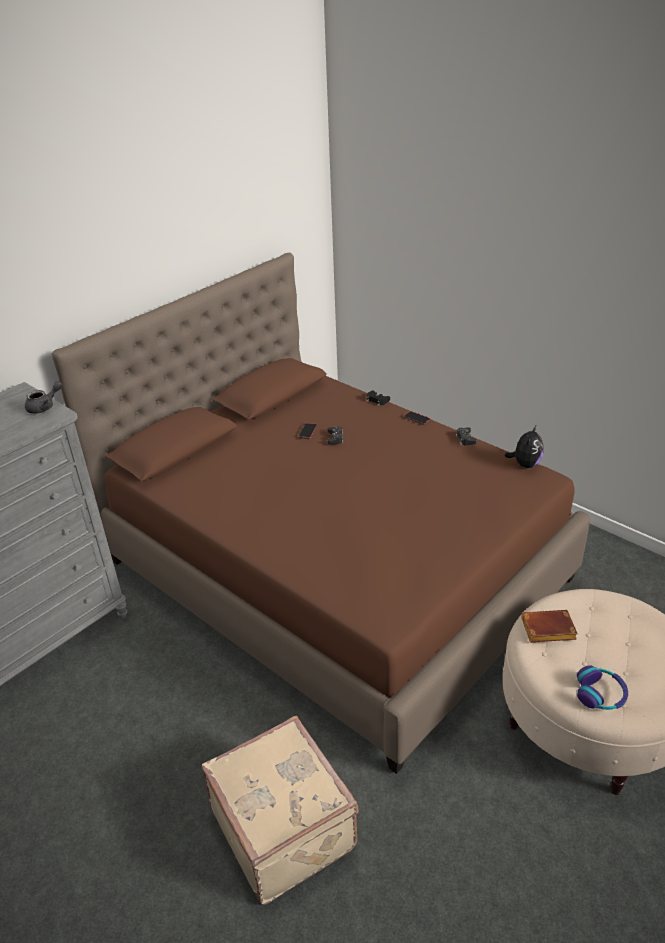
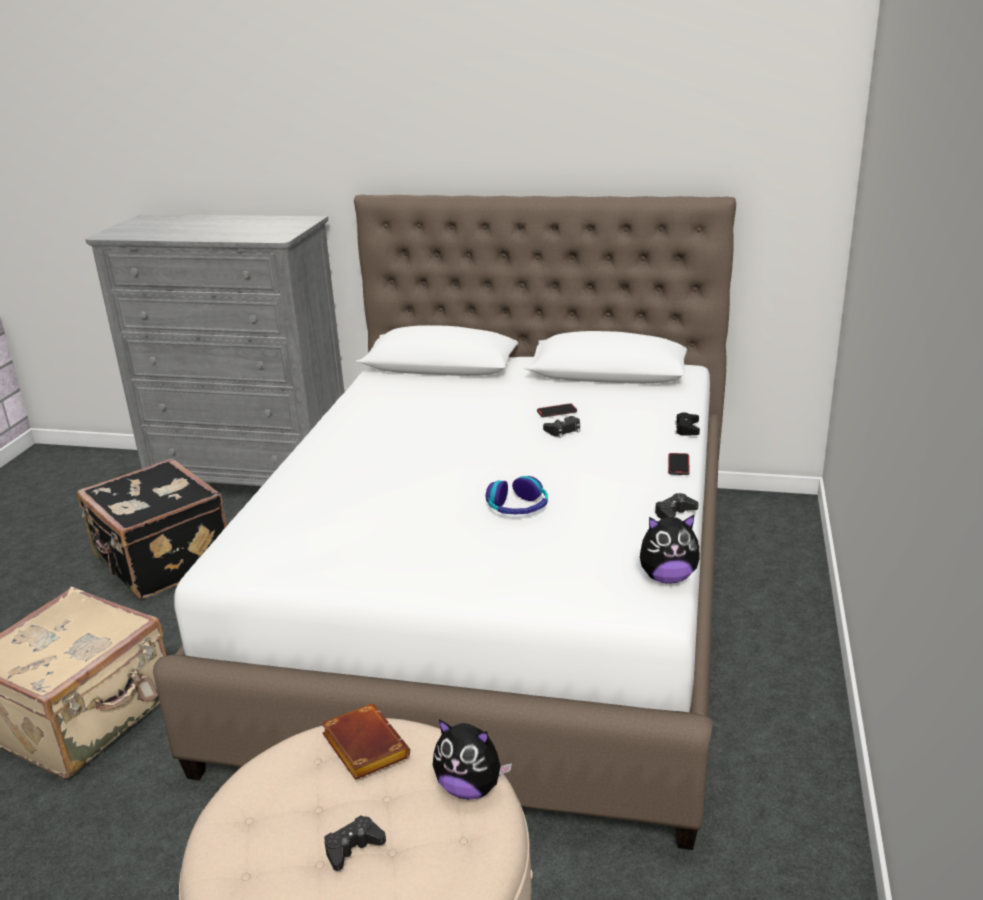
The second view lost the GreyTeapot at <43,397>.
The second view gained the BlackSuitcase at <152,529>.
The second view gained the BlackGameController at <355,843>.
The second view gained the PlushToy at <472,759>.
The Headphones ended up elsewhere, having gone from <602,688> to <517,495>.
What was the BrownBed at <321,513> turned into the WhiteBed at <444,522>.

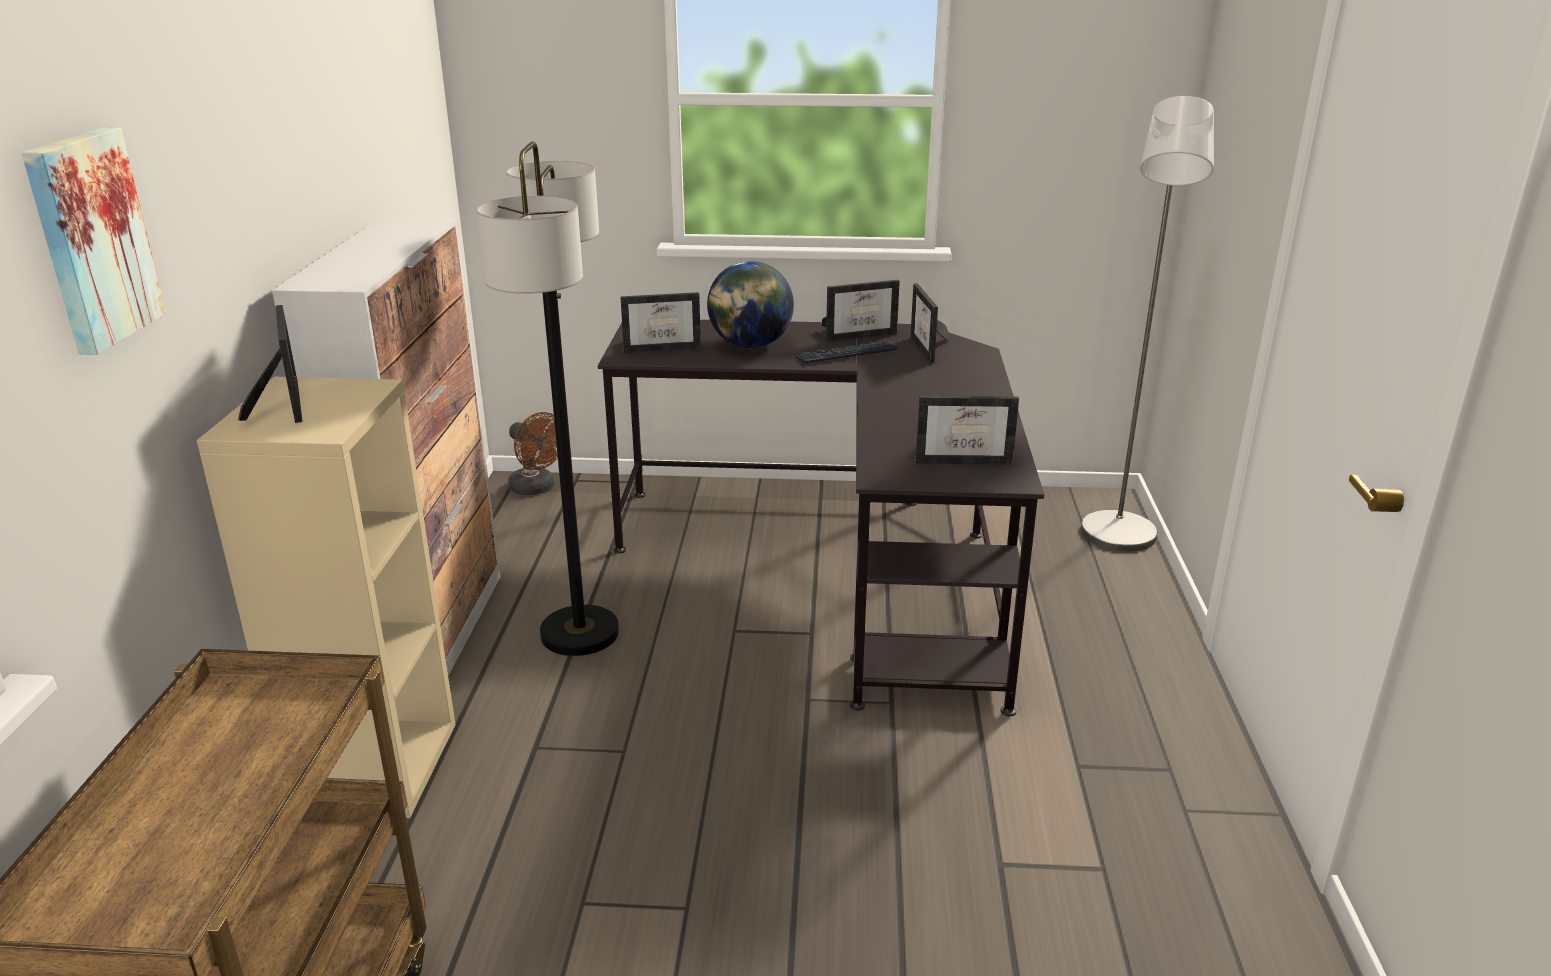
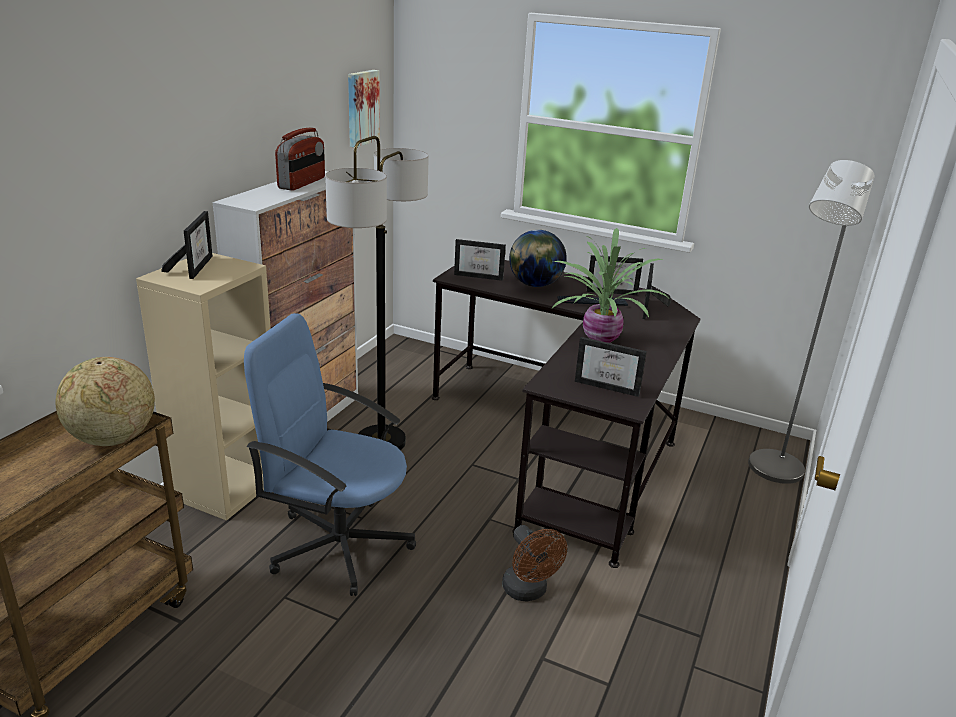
The second view gained the Globe at <105,401>.
The second view gained the BlueOfficeChair at <330,454>.
The second view gained the Radio at <300,159>.
The second view gained the PottedPlant at <609,285>.
The Picture ended up elsewhere, having gone from <93,241> to <364,108>.
The BrownFan ended up elsewhere, having gone from <533,453> to <534,563>.

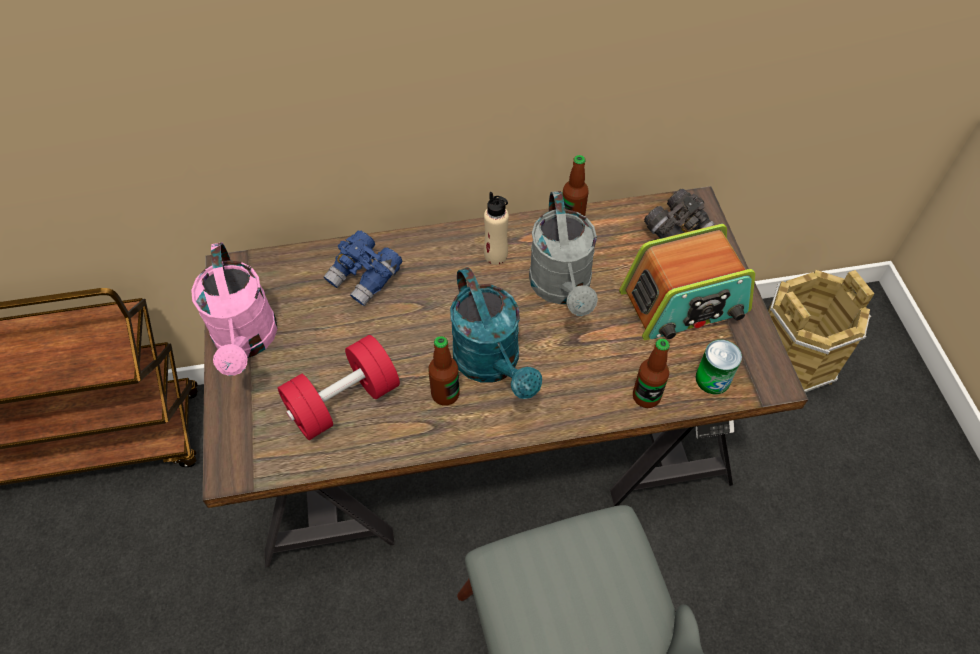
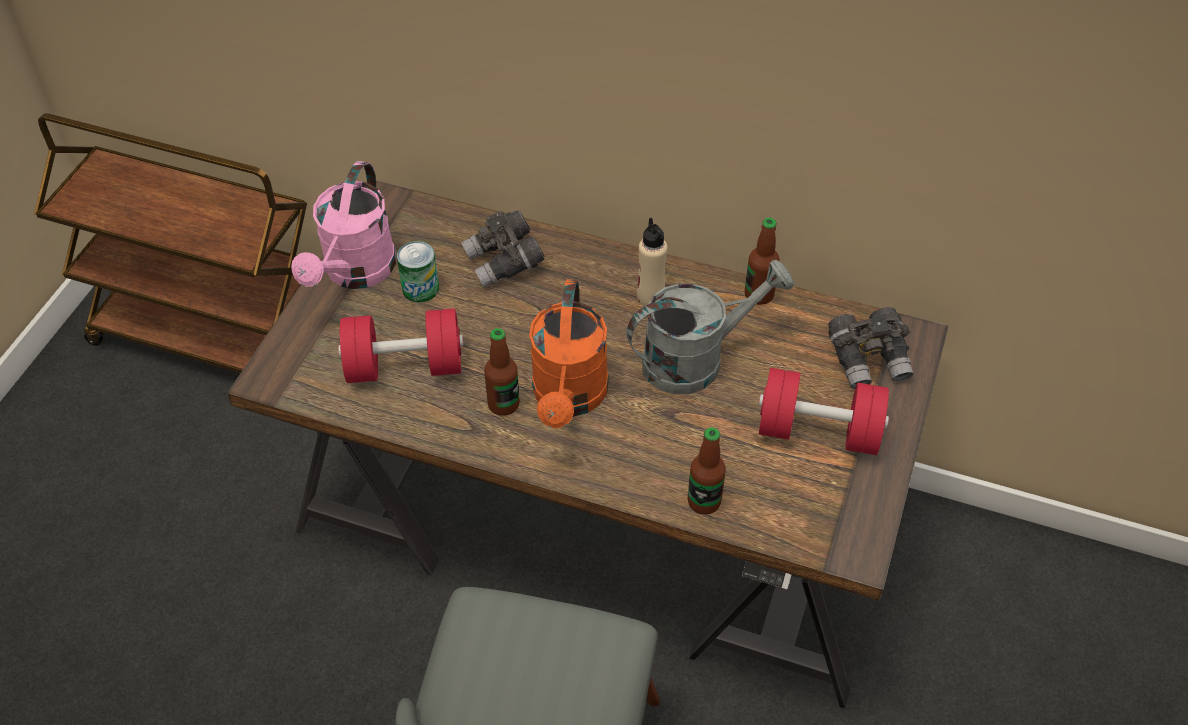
The second view lost the BrownBucket at <821,331>.
The Can ended up elsewhere, having gone from <719,367> to <418,271>.
Where the Radio stood at <687,282>, the RedDumbbell came to stand at <823,411>.
What was the BlueBinoculars at <363,268> turned into the GreyBinoculars at <503,249>.
What was the TurquoiseWateringCan at <496,333> turned into the OrangeWateringCan at <569,353>.
The GreyWateringCan at <563,253> ended up facing another way, 135 degrees counterclockwise from before.

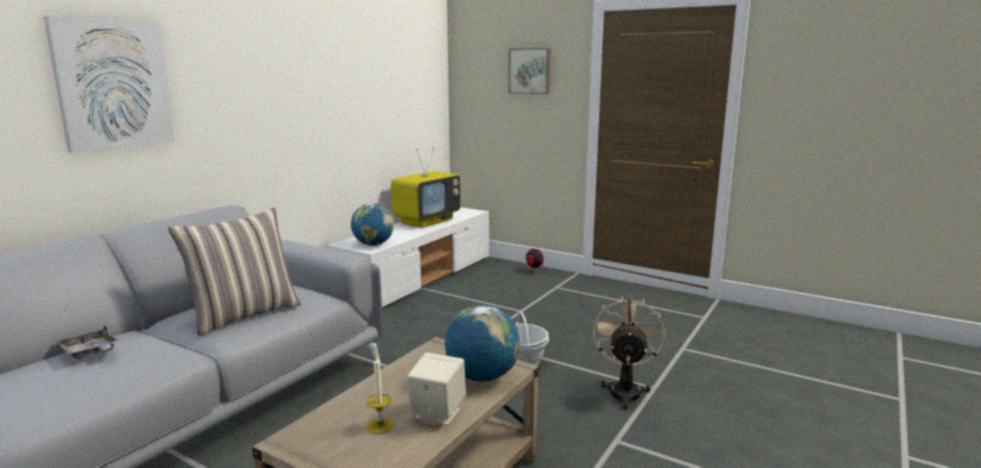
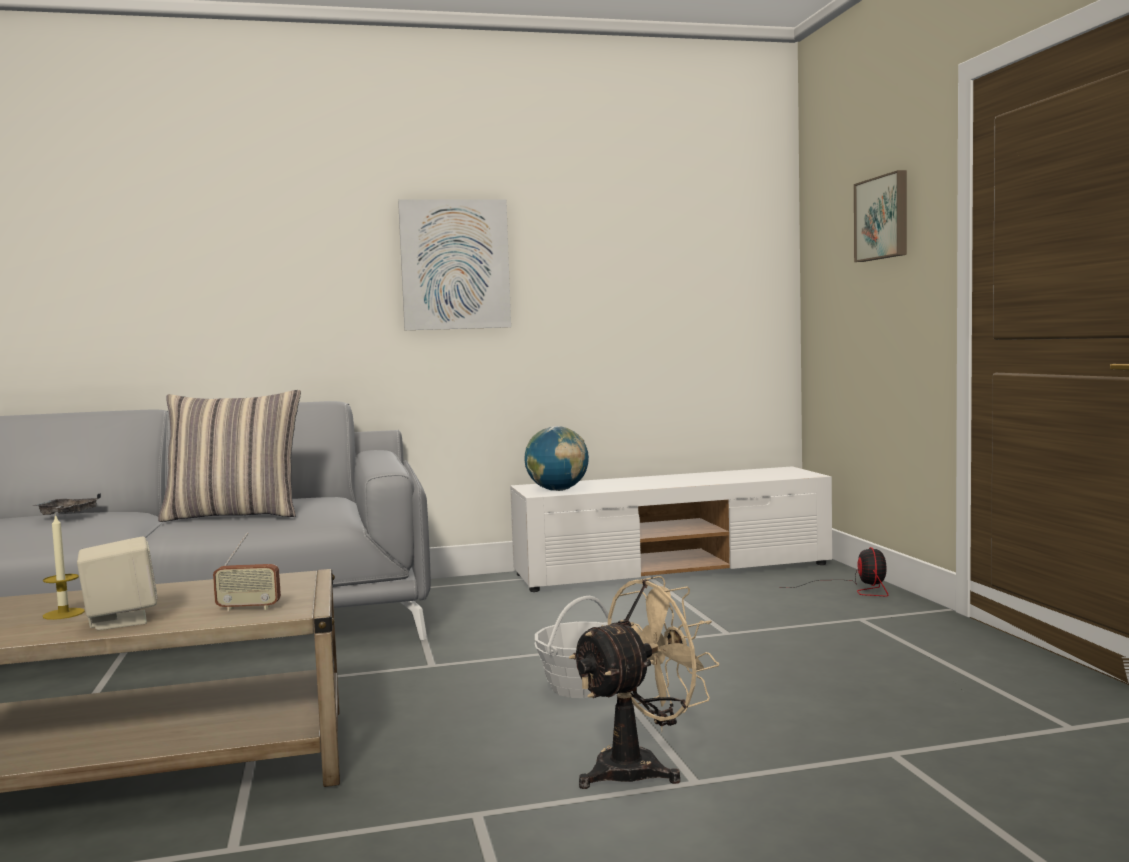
The second view lost the Television at <426,187>.
The Picture ended up elsewhere, having gone from <108,84> to <454,264>.
Where the Globe stood at <482,343>, the Radio came to stand at <247,572>.

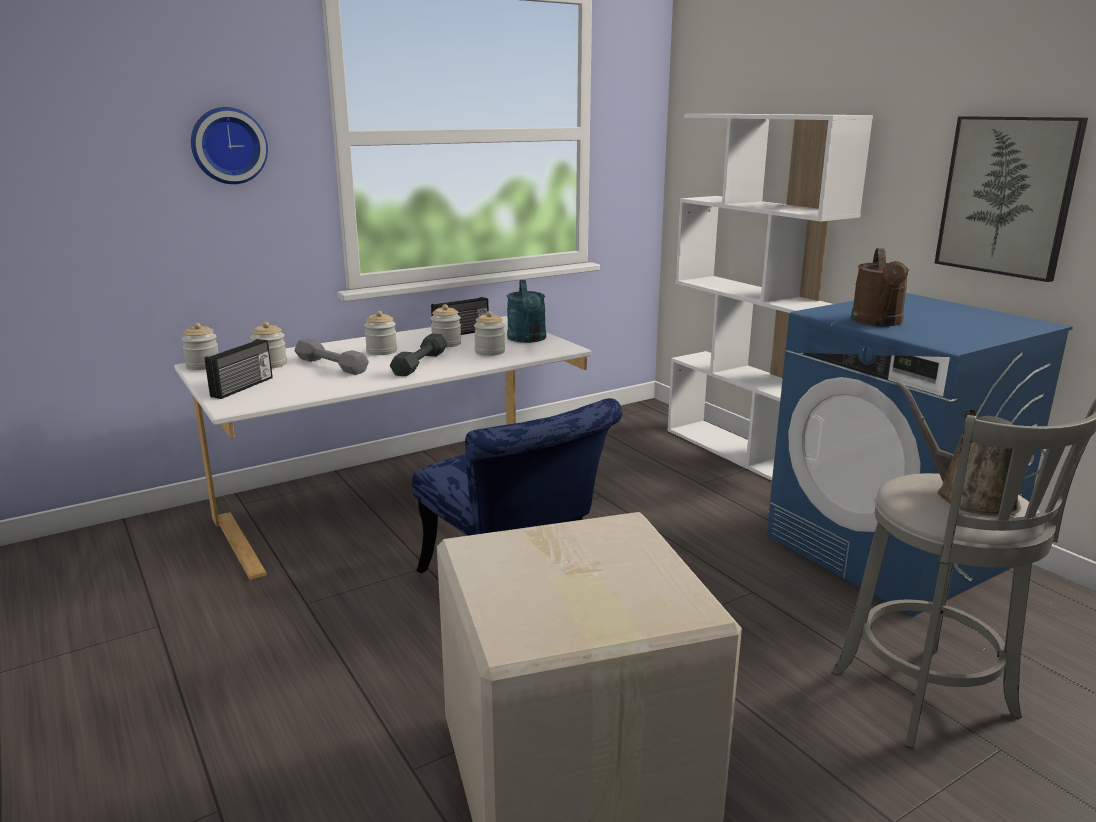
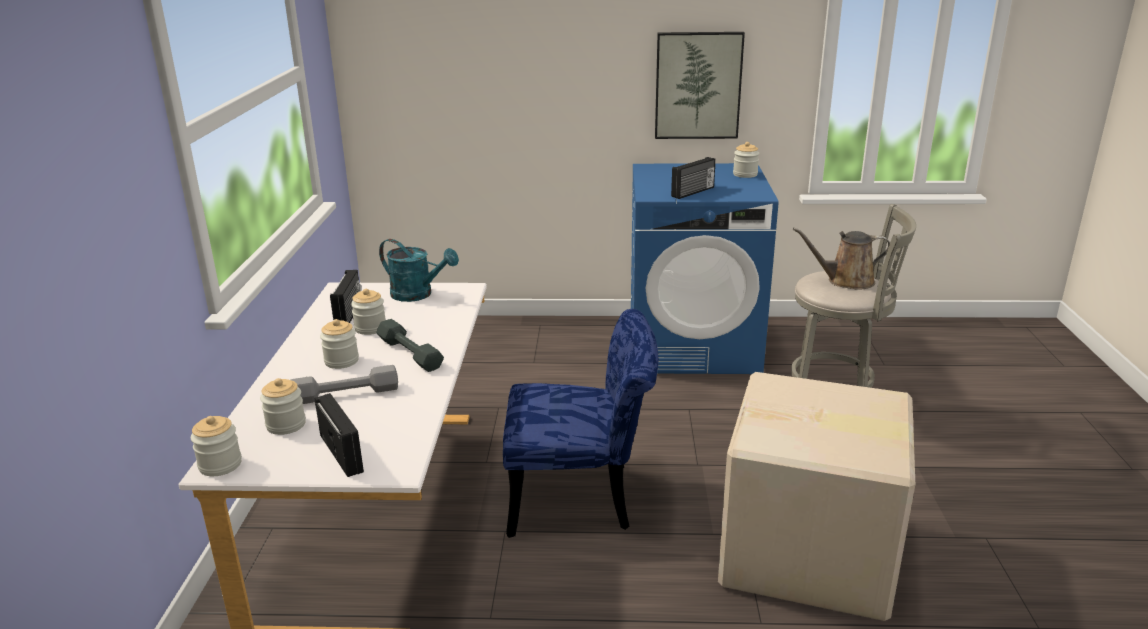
The second view lost the WallClock at <229,145>.
The second view lost the WhiteBookcase at <770,297>.
The Jar ended up elsewhere, having gone from <489,333> to <746,160>.
Where the BrownWateringCan stood at <880,287>, the Radio came to stand at <693,178>.

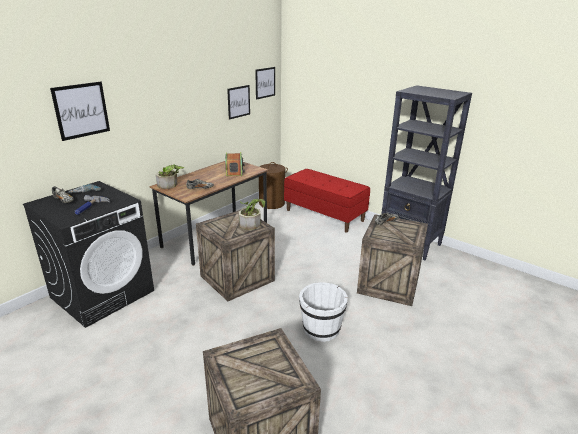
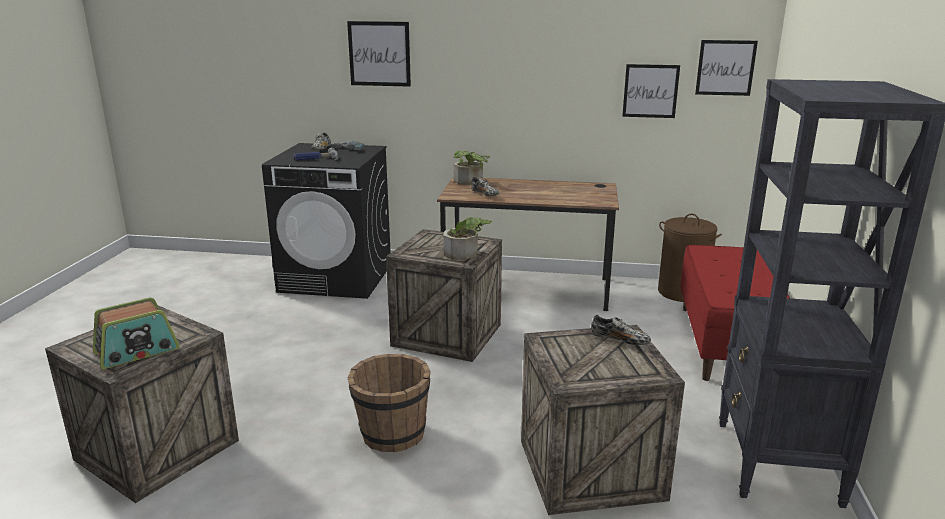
The Radio ended up elsewhere, having gone from <235,164> to <136,333>.
What was the WhiteBucket at <323,312> turned into the BrownBucket at <388,403>.

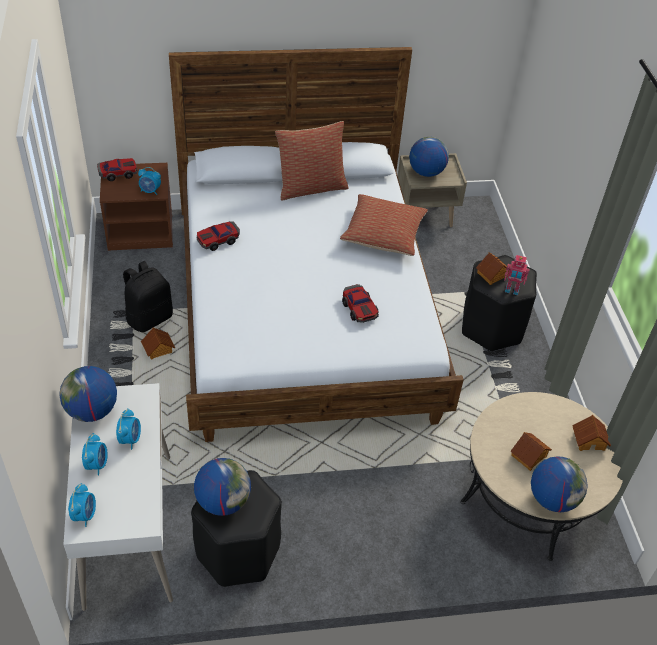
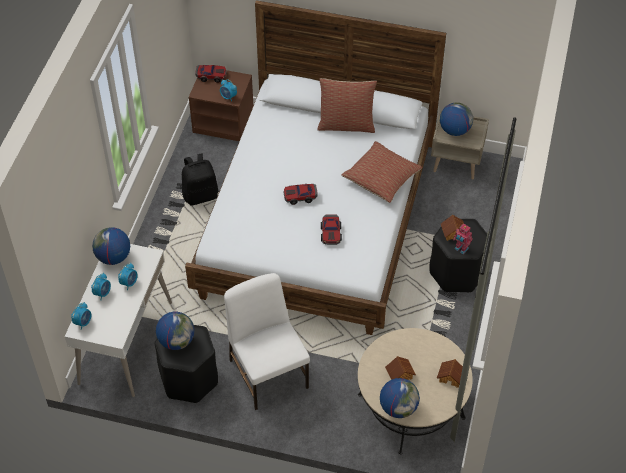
The second view lost the ToyHouse at <158,343>.
The second view gained the WhiteChair at <267,341>.
The ToyCar ended up elsewhere, having gone from <218,236> to <300,194>.

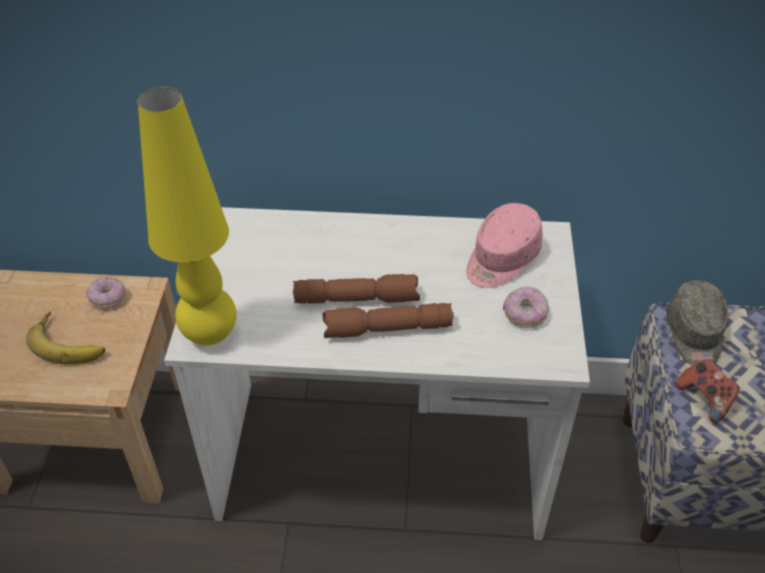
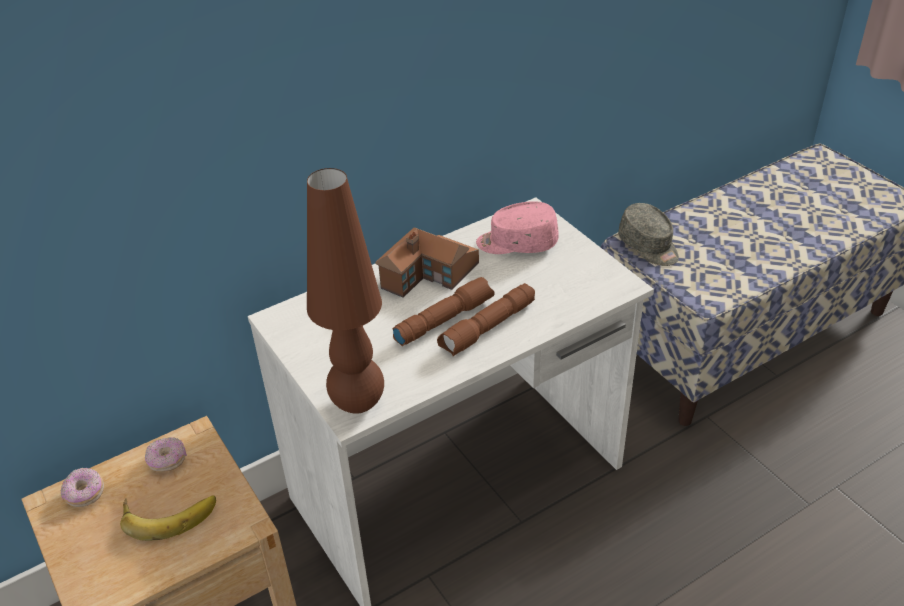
The second view lost the GameController at <708,391>.
The second view gained the ToyHouse at <427,262>.
The Donut ended up elsewhere, having gone from <526,307> to <82,487>.
What was the YellowTableLamp at <187,216> turned into the BrownTableLamp at <345,291>.
The PinkCap at <504,245> ended up facing another way, 90 degrees clockwise from before.

